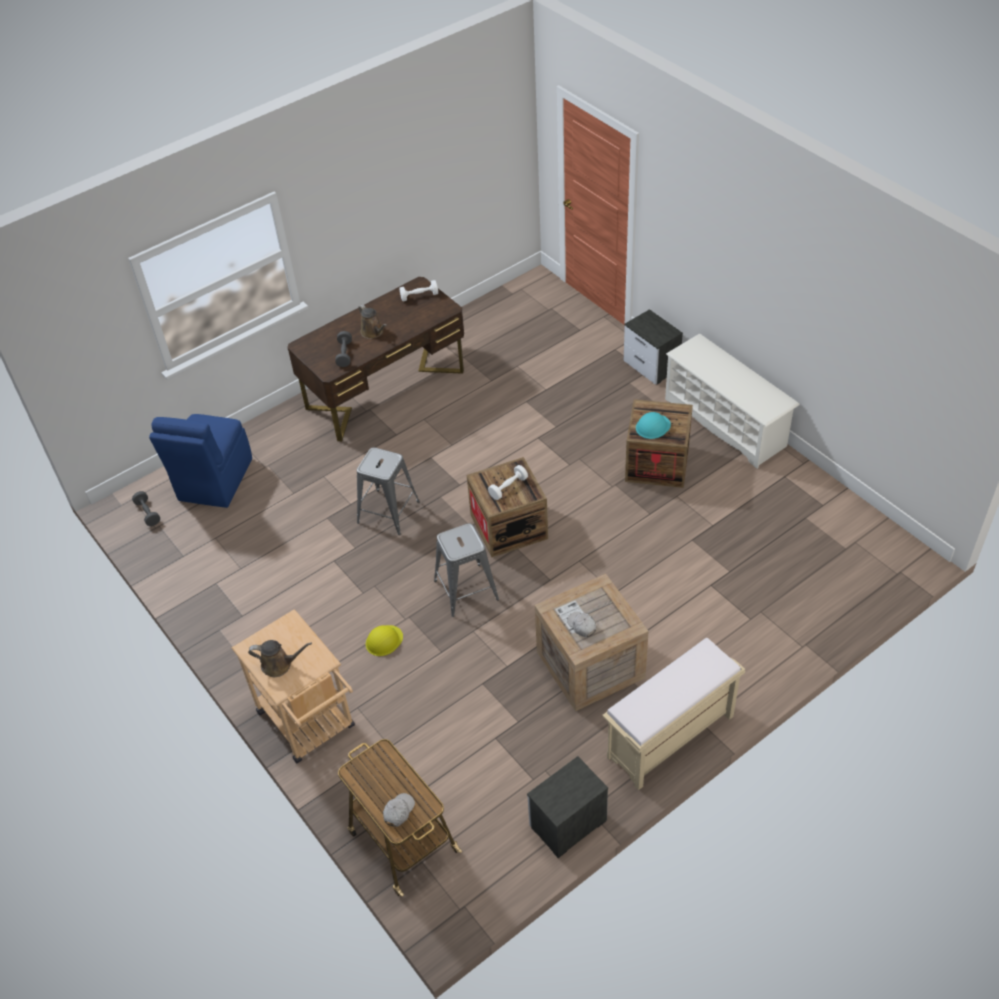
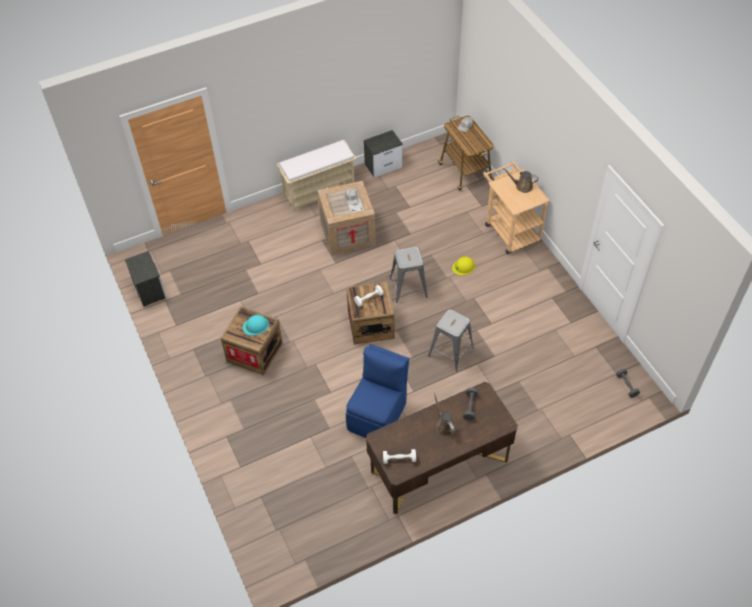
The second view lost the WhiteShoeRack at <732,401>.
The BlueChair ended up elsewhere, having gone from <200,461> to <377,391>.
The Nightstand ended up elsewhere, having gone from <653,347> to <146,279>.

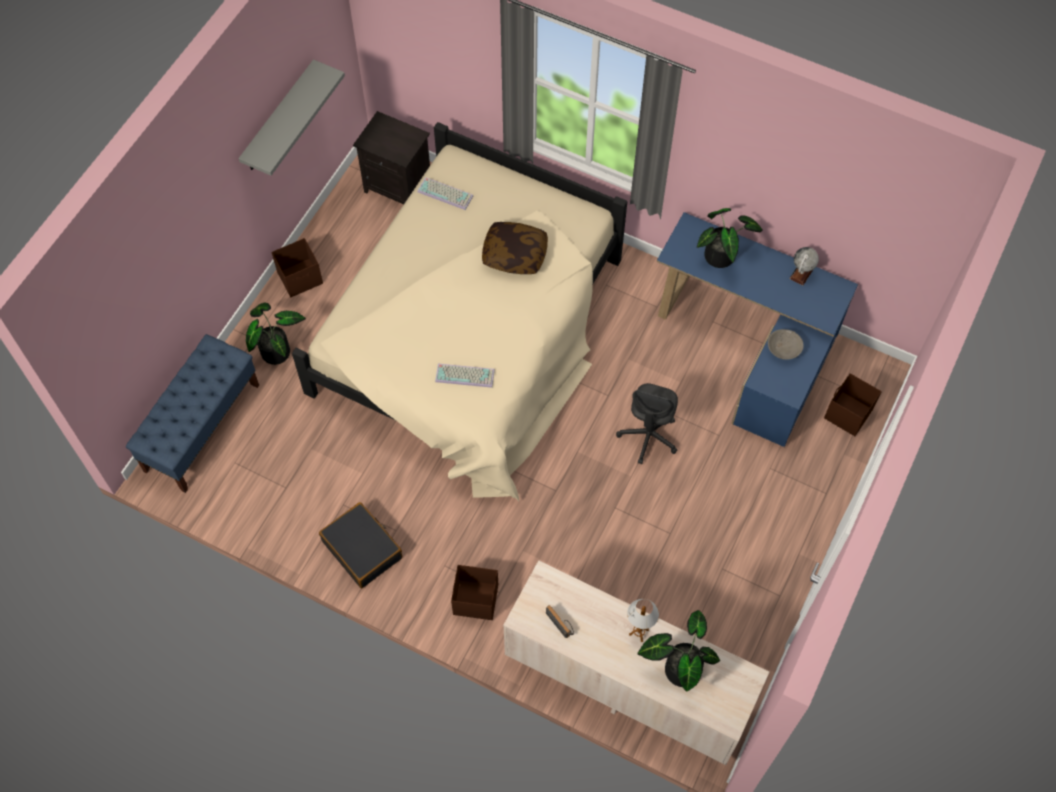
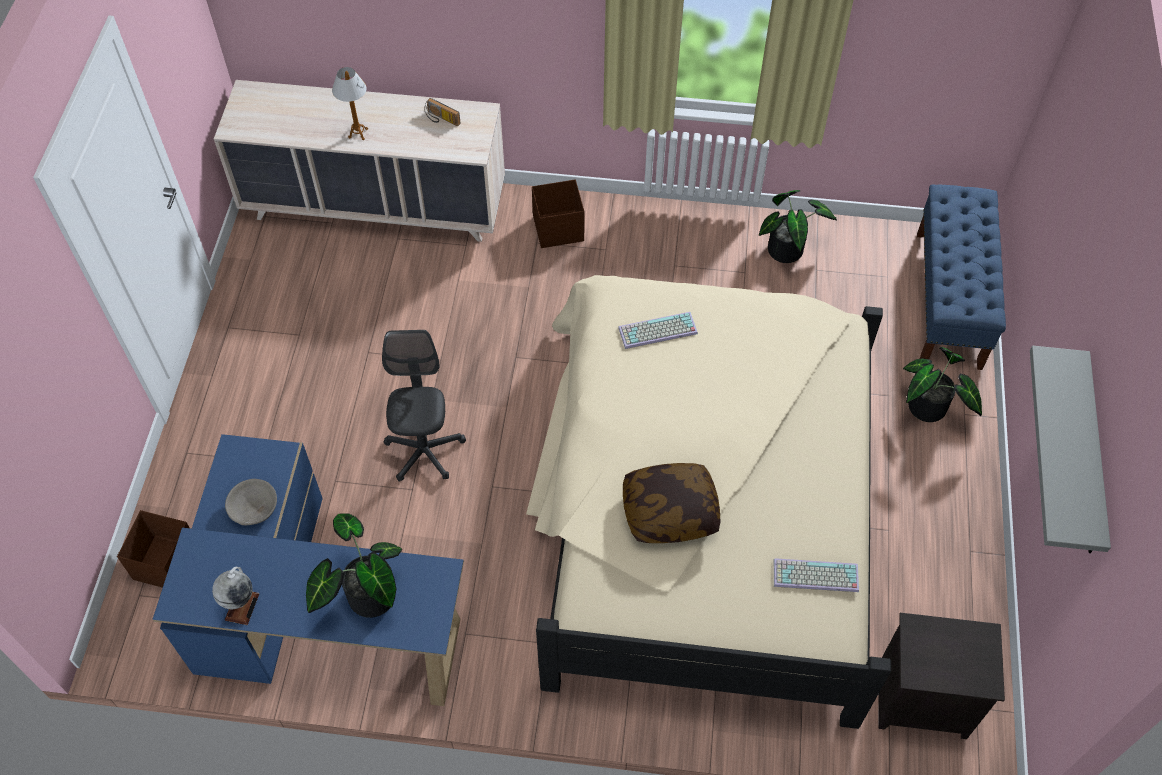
The second view lost the BrownStorageBox at <297,267>.
The second view lost the BlackSuitcase at <360,545>.
The PottedPlant ended up elsewhere, having gone from <679,651> to <798,226>.

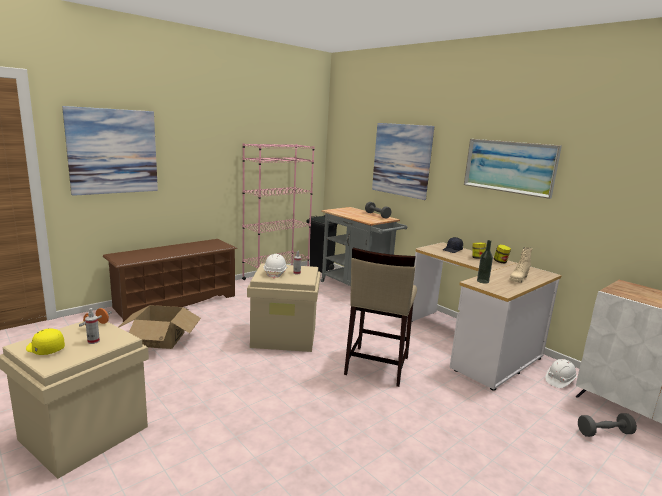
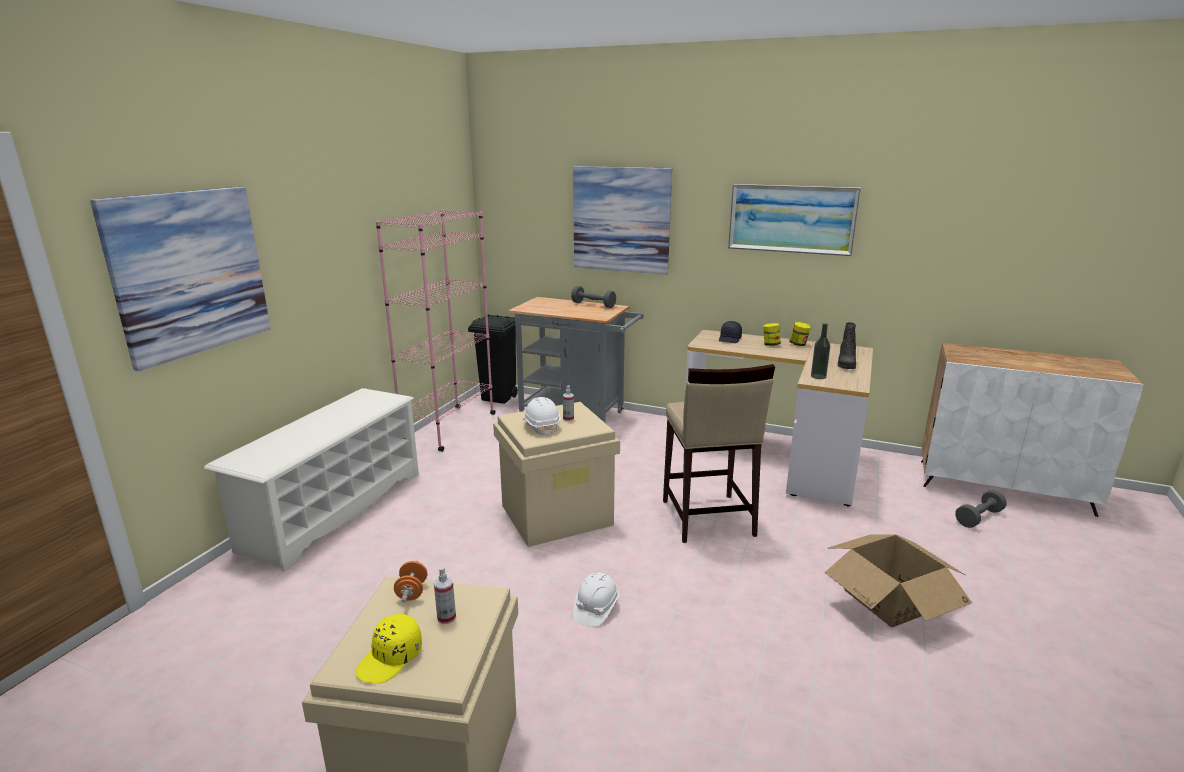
The CardboardBox ended up elsewhere, having gone from <160,327> to <898,581>.
The WhiteHardHat ended up elsewhere, having gone from <561,373> to <596,599>.
What was the BrownShoeRack at <170,280> turned into the WhiteShoeRack at <311,480>.
What was the BeigeBoot at <520,264> turned into the BlackBoot at <847,345>.
The YellowCap at <45,341> ended up facing another way, 60 degrees counterclockwise from before.

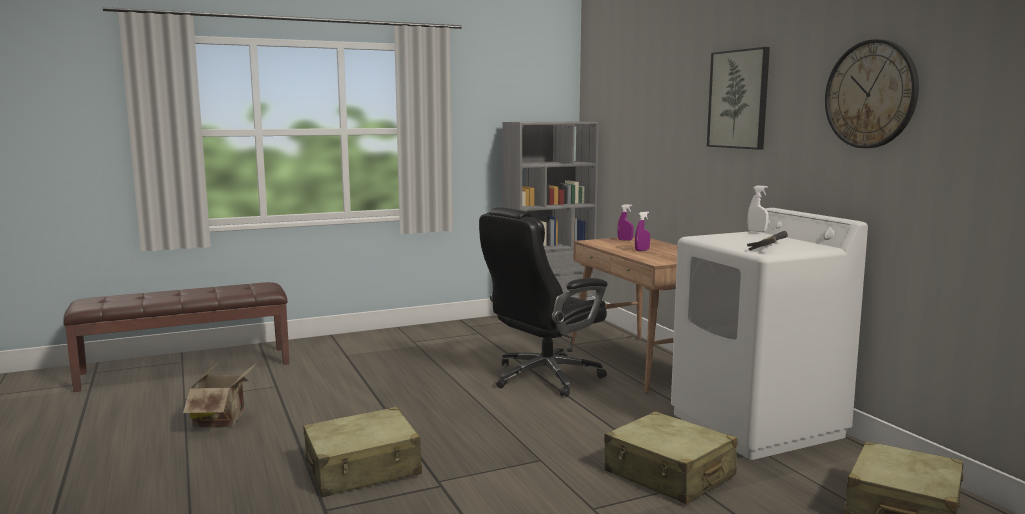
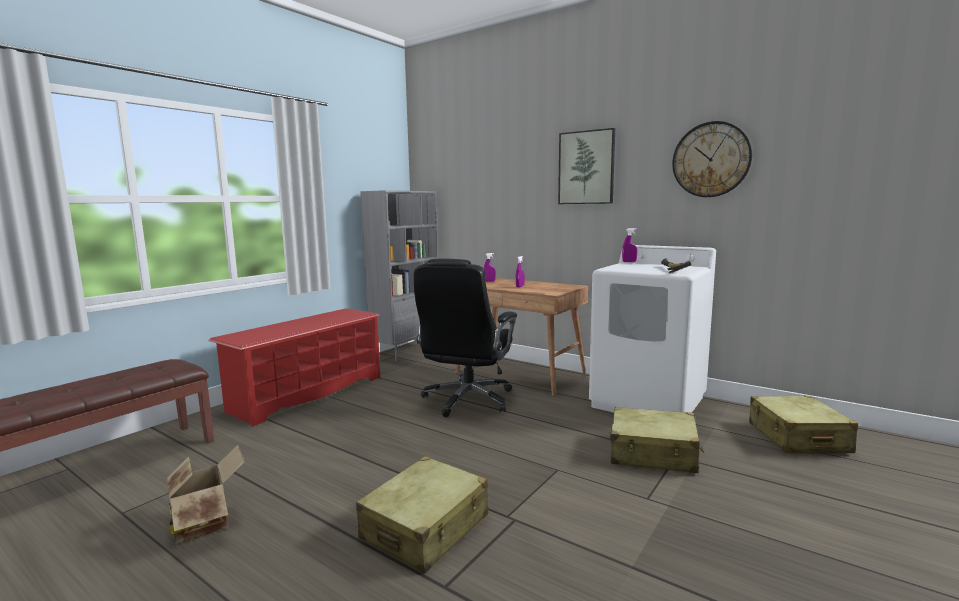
The second view gained the RedShoeRack at <294,367>.
What was the WhiteSprayBottle at <758,209> turned into the PurpleSprayBottle at <630,245>.

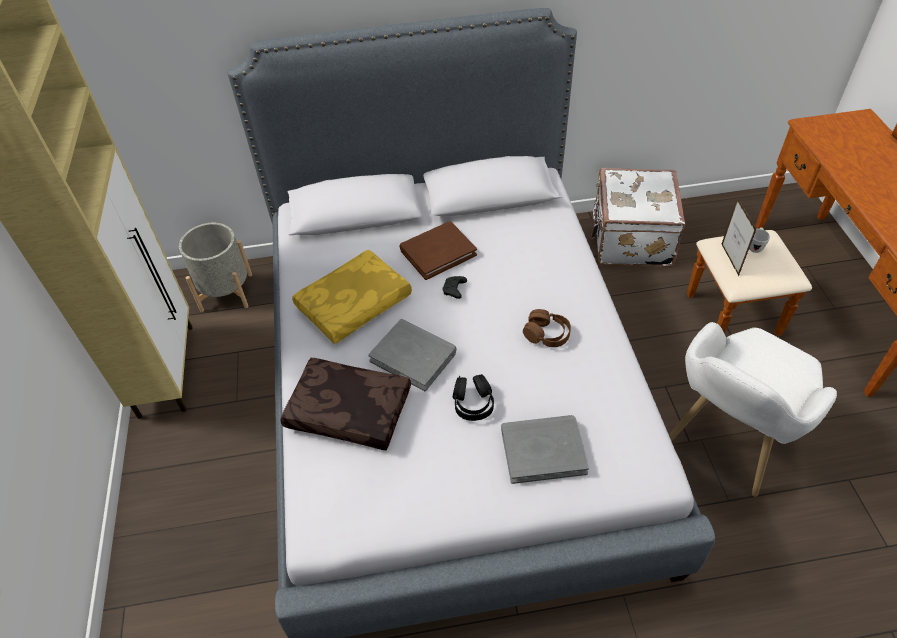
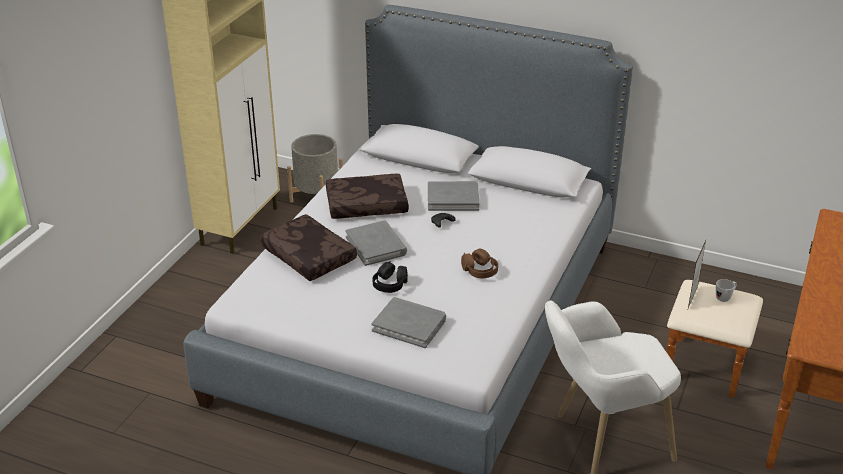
The second view lost the WhiteSuitcase at <638,217>.
What was the YellowPillow at <352,296> turned into the BrownPillow at <367,196>.
What was the BrownBook at <438,250> turned into the GreyBook at <454,196>.

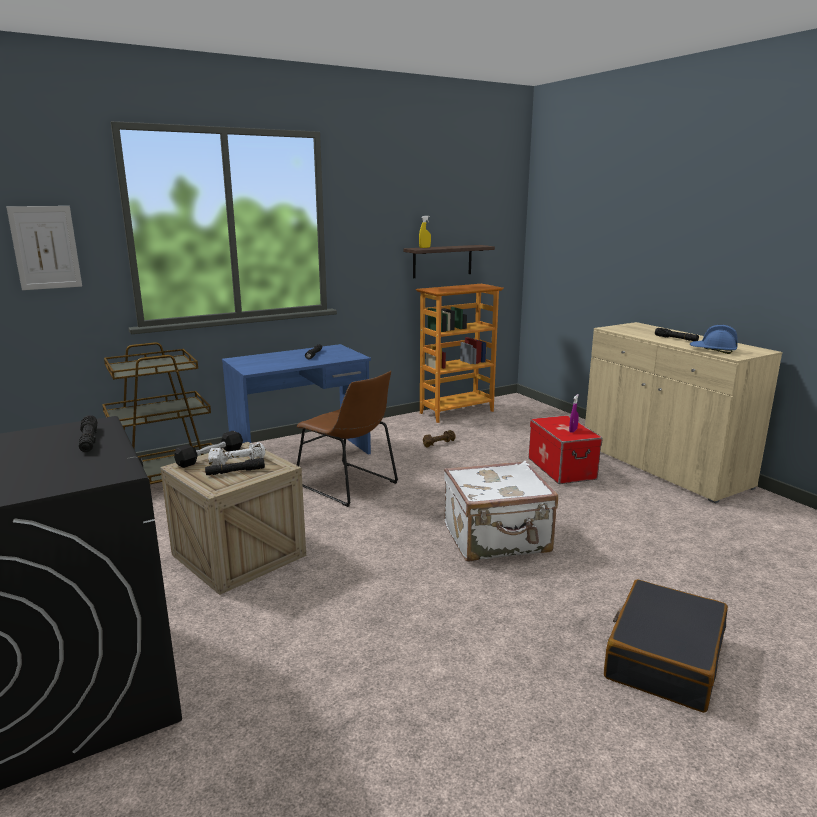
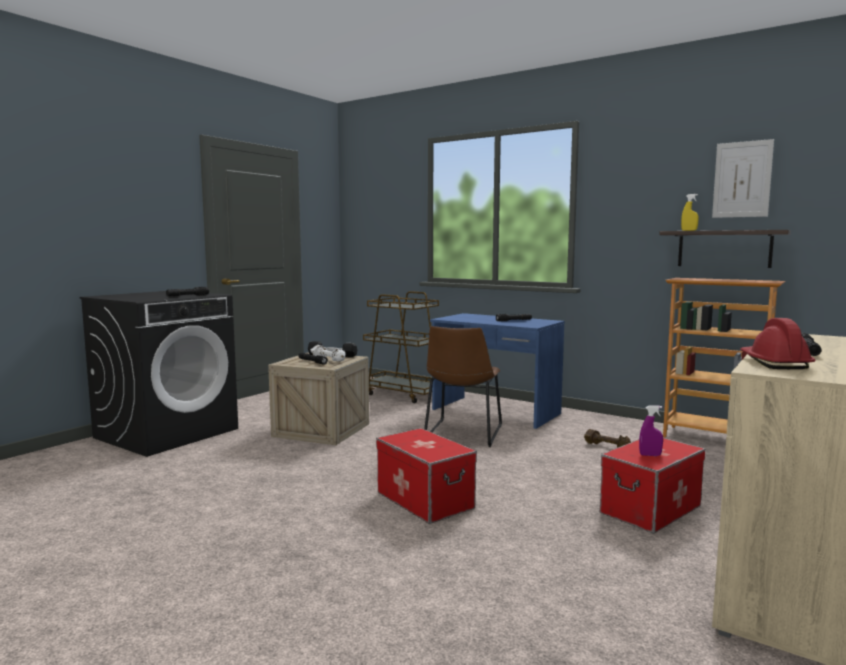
The second view lost the BlackSuitcase at <666,646>.
The Picture ended up elsewhere, having gone from <44,248> to <743,178>.
Where the WhiteSuitcase stood at <501,511>, the StorageBox came to stand at <426,476>.
What was the BlueHardHat at <714,339> turned into the RedHardHat at <778,343>.

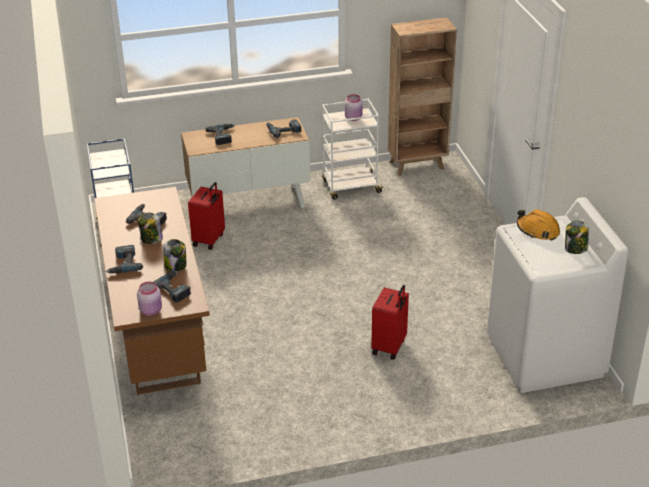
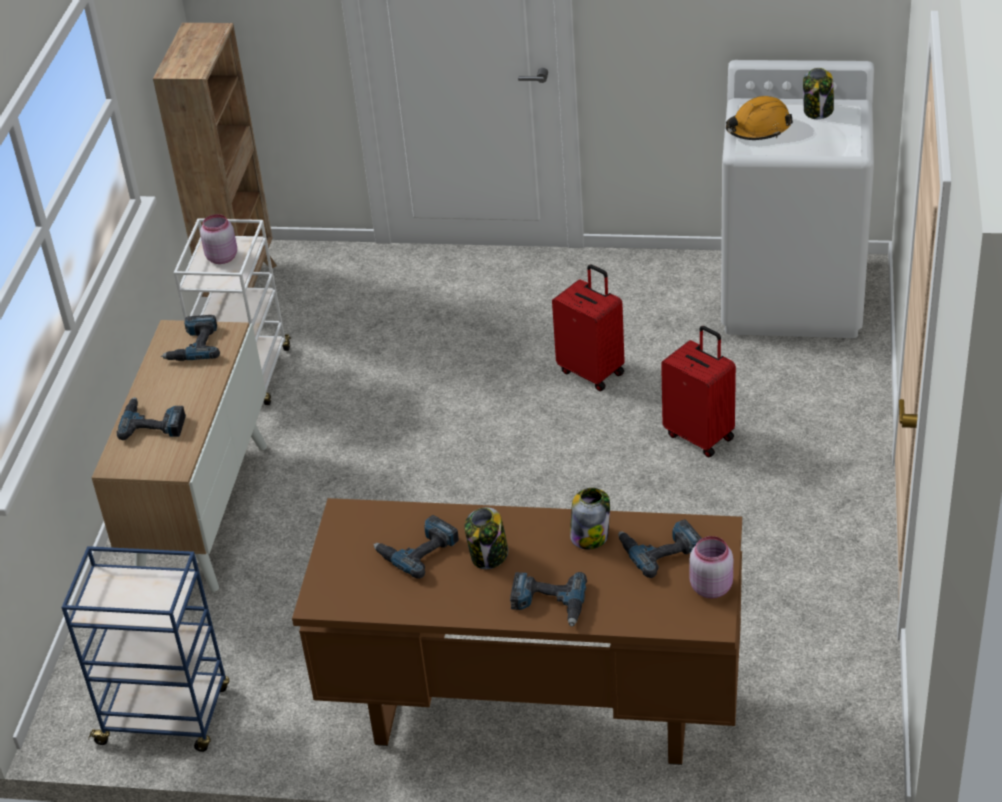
The RedSuitcase ended up elsewhere, having gone from <206,216> to <588,327>.

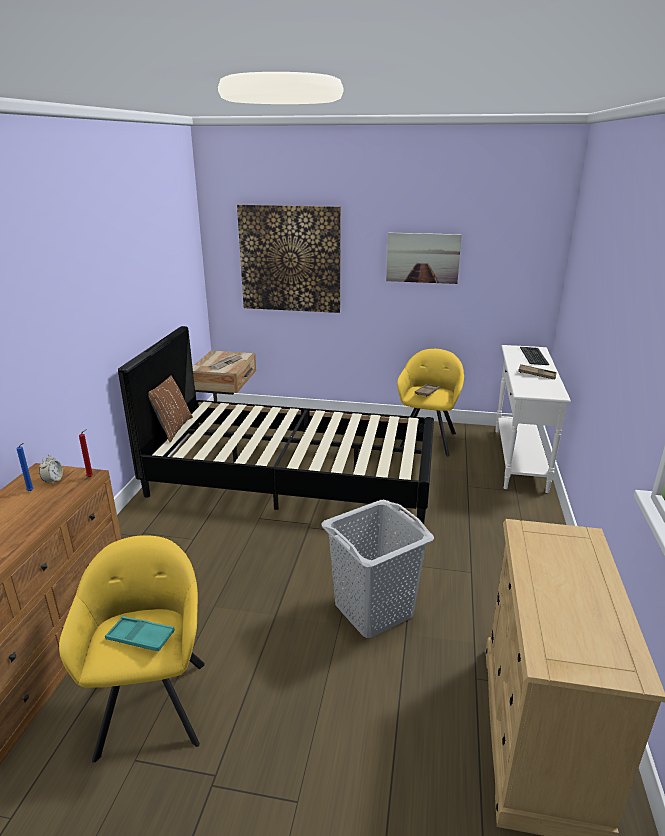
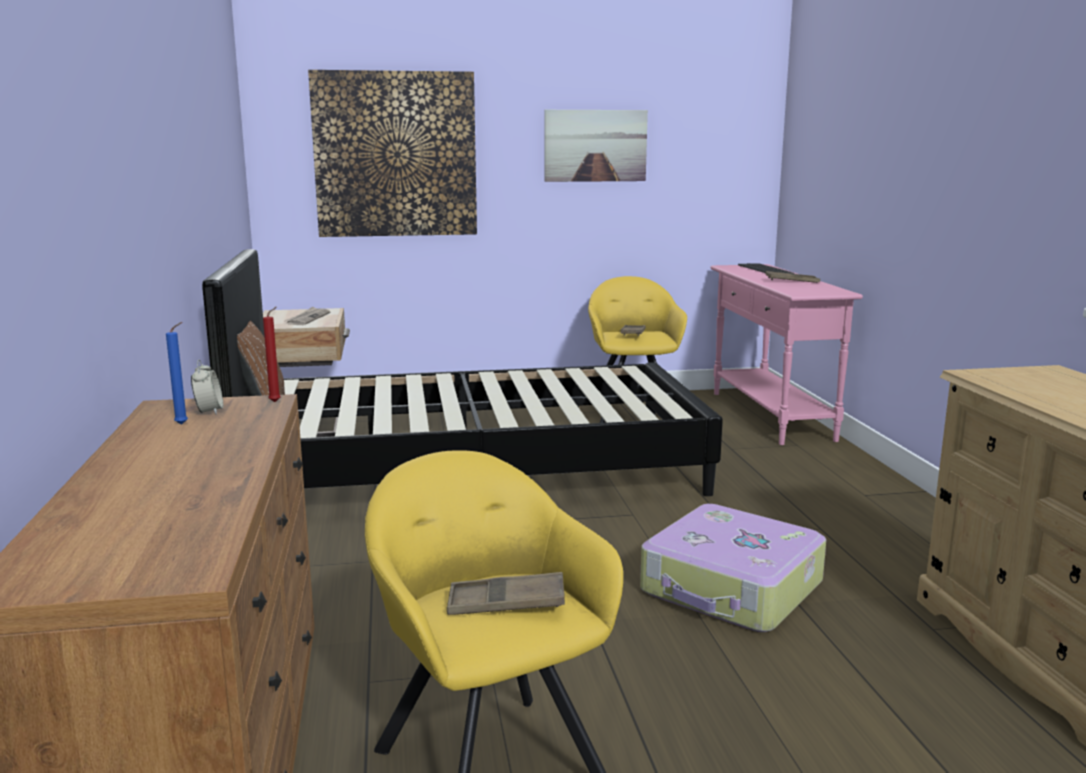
Where the GreyLaundryBasket stood at <377,569>, the Suitcase came to stand at <733,568>.
What was the TurquoiseTray at <140,633> turned into the BrownTray at <506,593>.
What was the WhiteConsoleTable at <533,419> turned into the PinkConsoleTable at <786,354>.

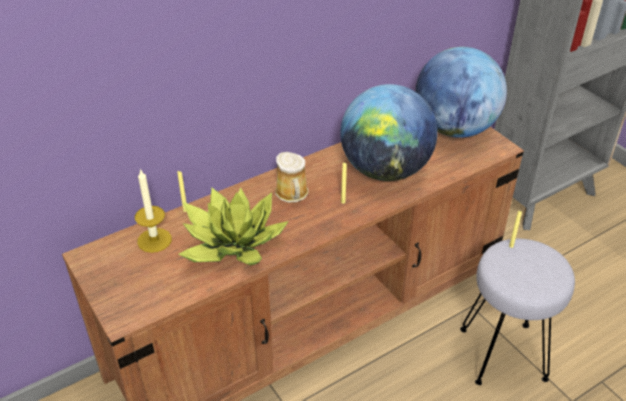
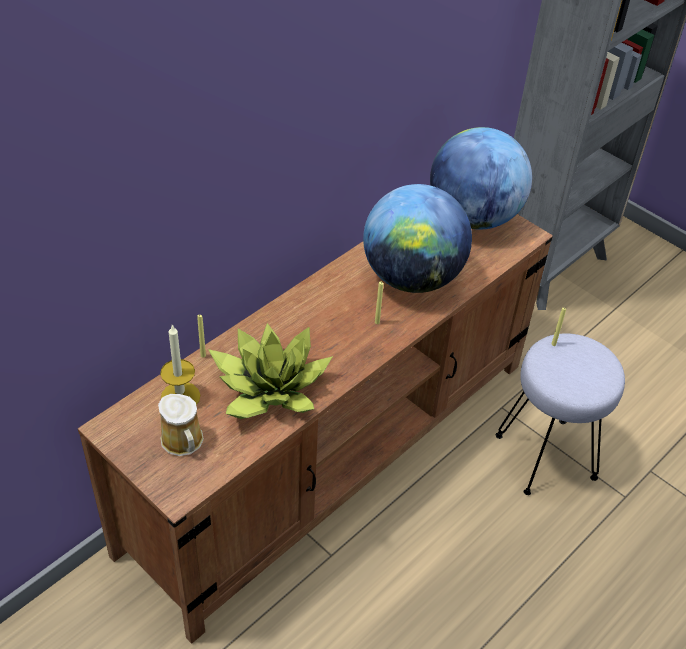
The Mug ended up elsewhere, having gone from <291,177> to <181,425>.

